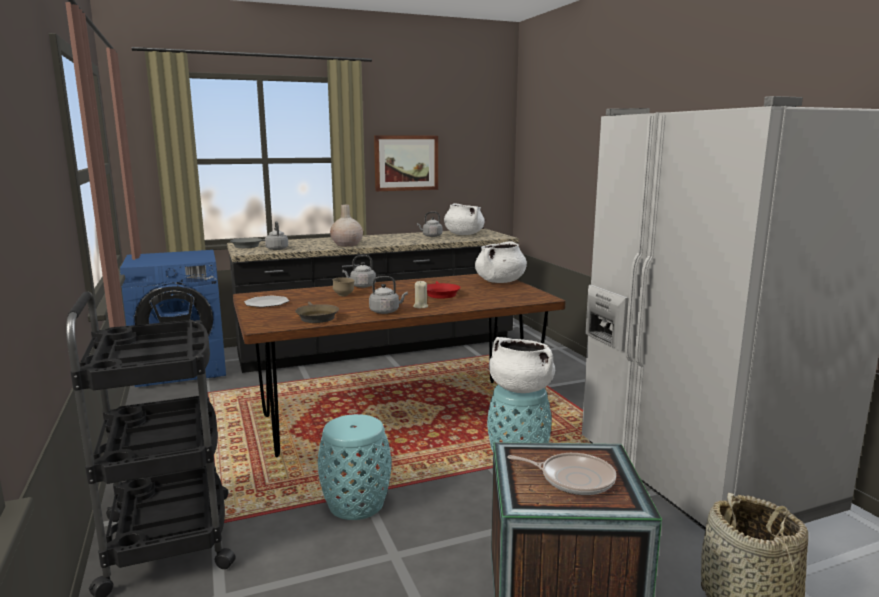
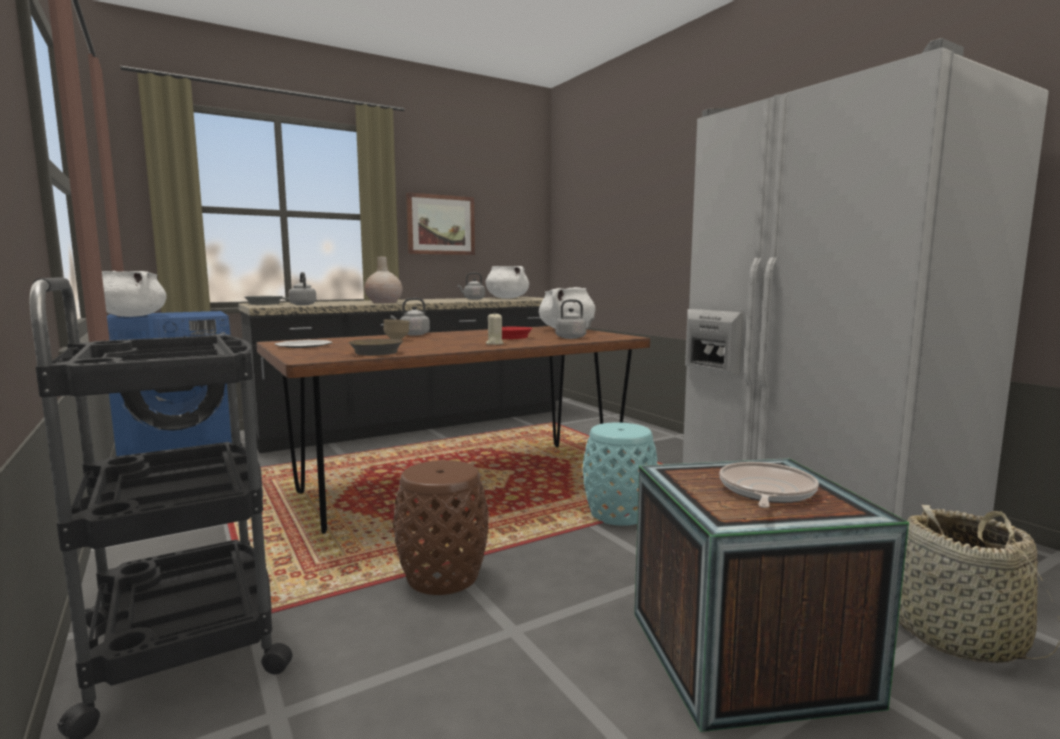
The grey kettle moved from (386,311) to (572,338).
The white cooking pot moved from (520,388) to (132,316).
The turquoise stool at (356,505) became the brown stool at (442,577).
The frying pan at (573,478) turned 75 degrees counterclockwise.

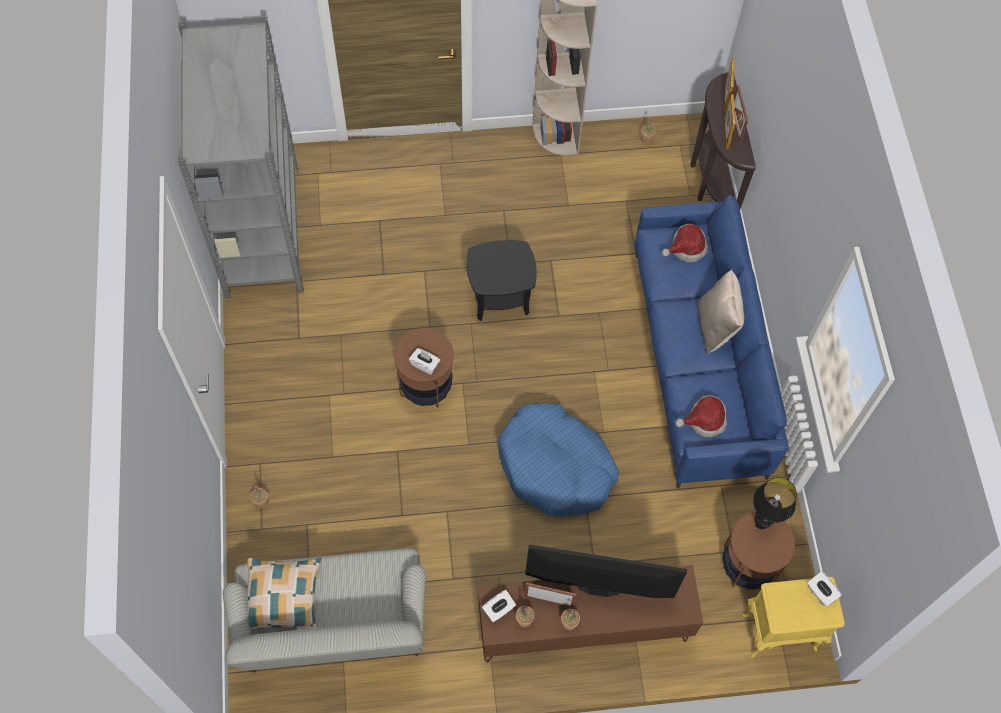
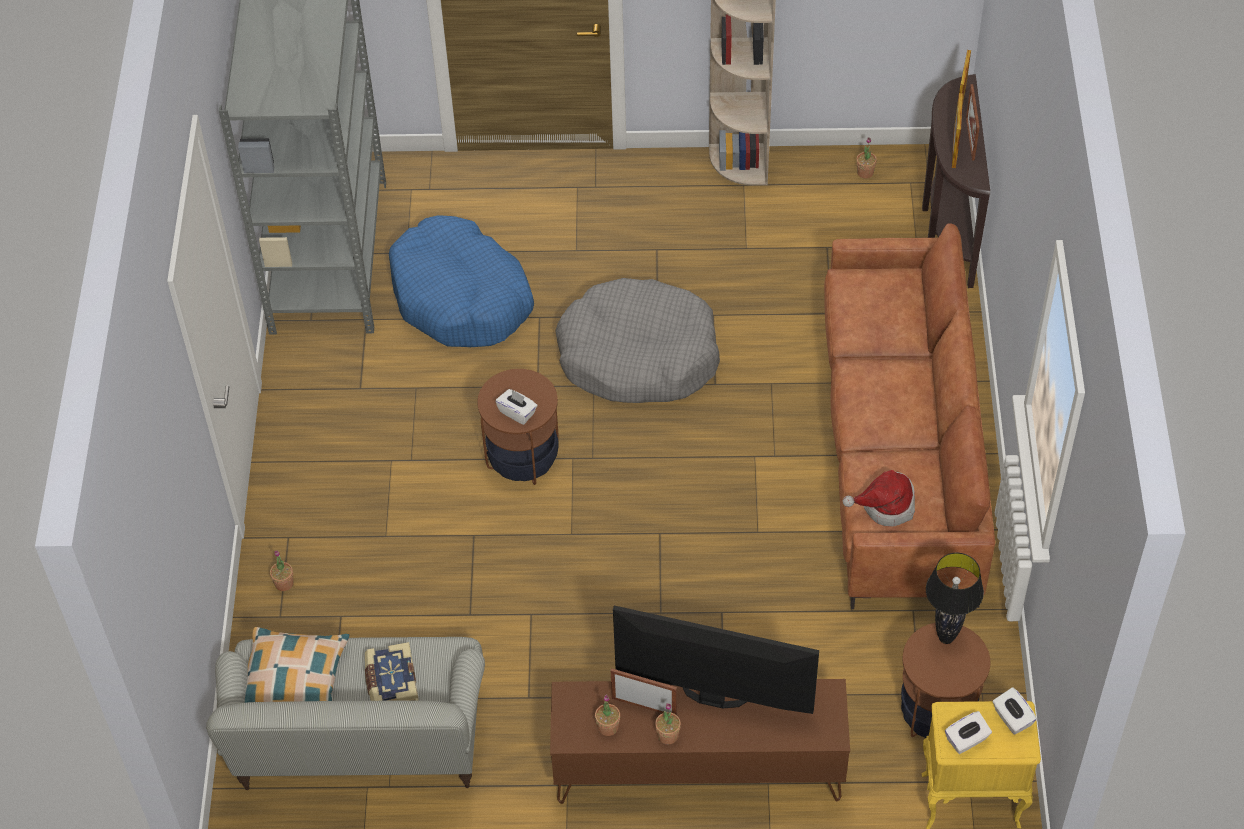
The blue sofa at (696,362) became the brown sofa at (898,454).
The hat at (686,248) disappeared.
The black side table at (500,297) was replaced by the grey dog bed at (638,355).
The beige pillow at (716,326) disappeared.
The blue dog bed moved from (555,467) to (461,297).
The white tissue box moved from (499,609) to (966,740).
The book at (391,684) appeared.

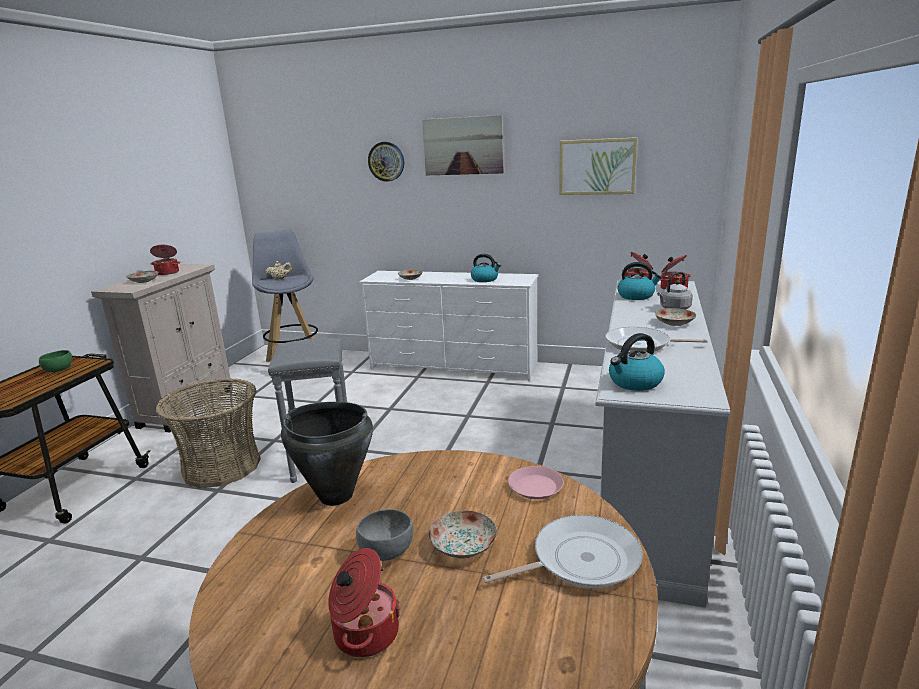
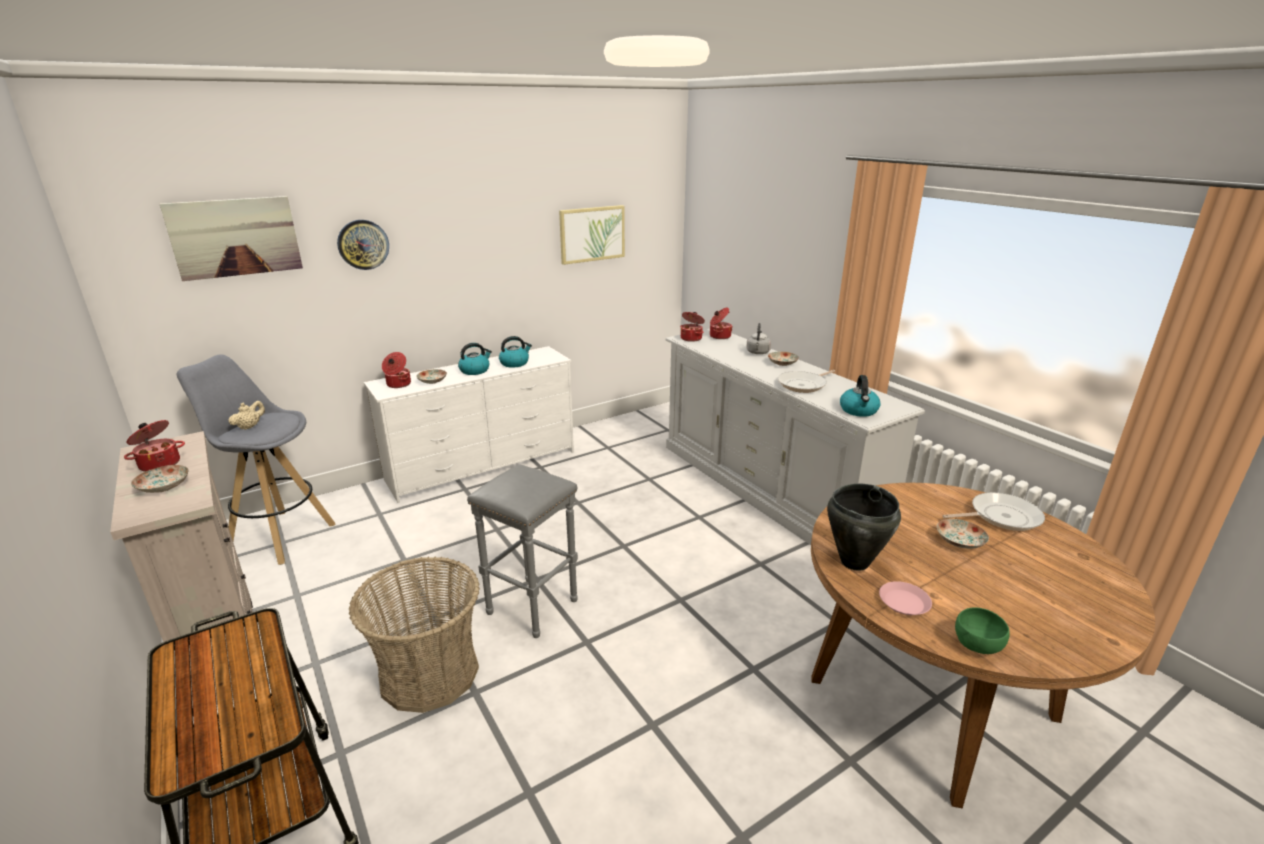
The picture moved from (463,146) to (235,237).
The kettle moved from (636,296) to (475,370).
The green bowl moved from (58,370) to (977,645).
The pink plate moved from (535,487) to (903,602).
The grey bowl at (386,552) disappeared.
The frying pan at (579,560) turned 60 degrees clockwise.
The cooking pot moved from (364,633) to (398,384).

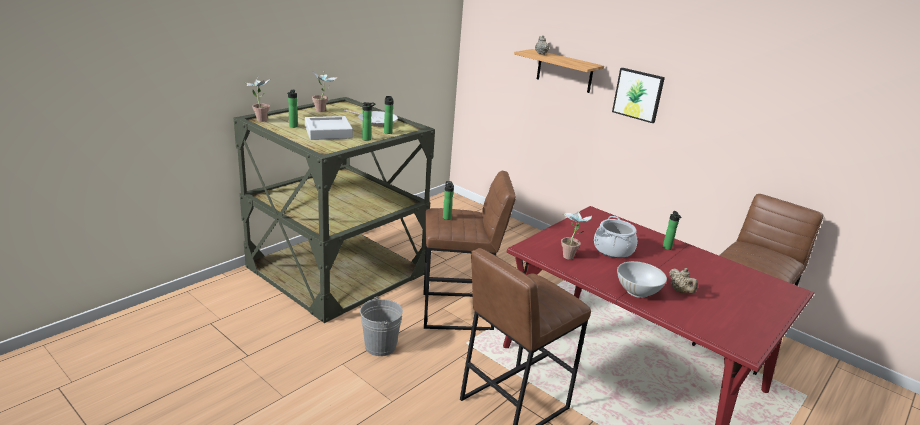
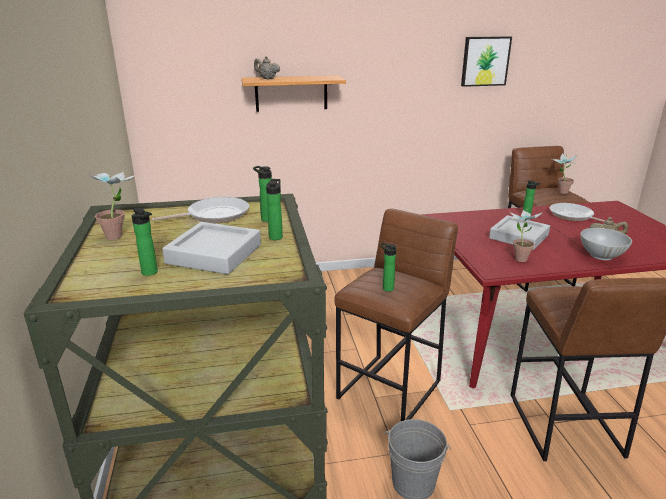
The picture moved from (638,94) to (485,61).
The potted plant moved from (260,119) to (560,192).
The cooking pot at (613,250) was replaced by the grey tray at (518,236).
The frying pan at (573,216) appeared.

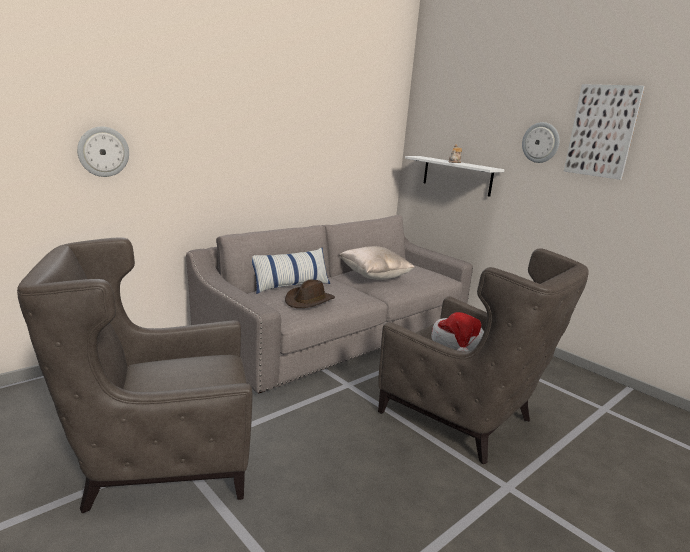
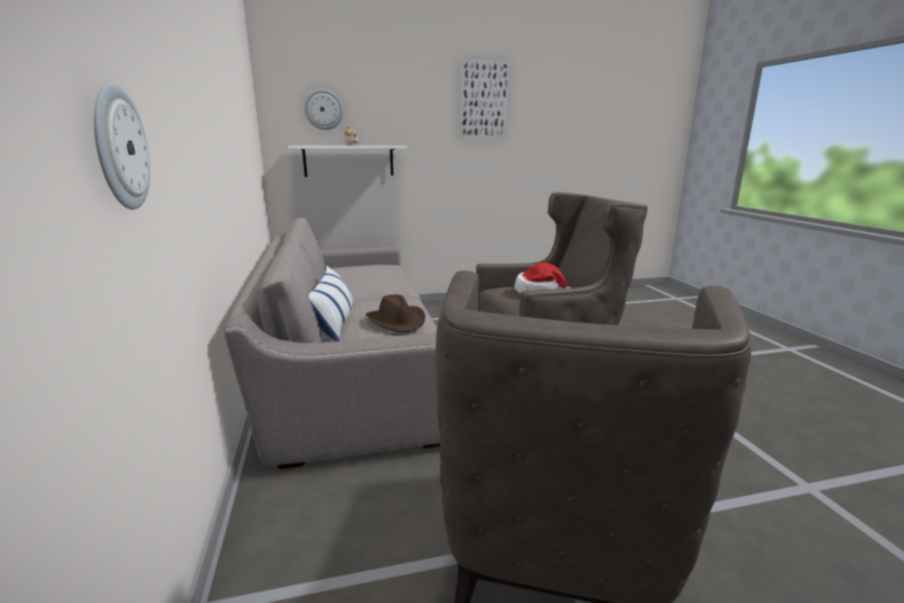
The wall clock moved from (541,142) to (324,109).
The beige pillow at (374,277) disappeared.

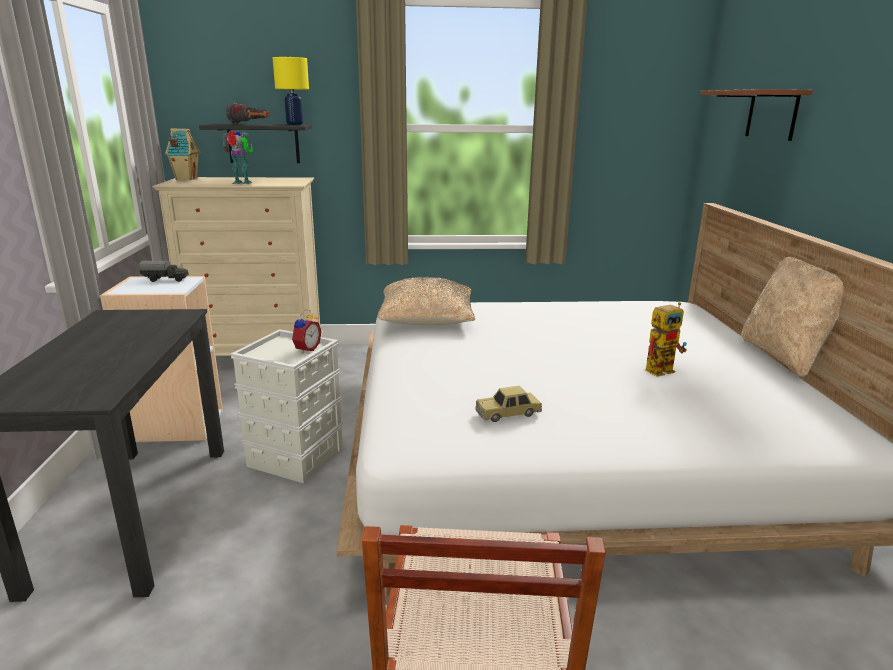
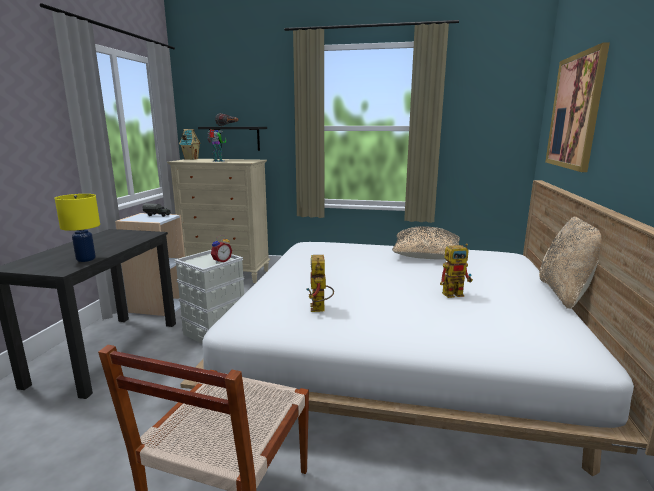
The yellow table lamp moved from (293,124) to (85,259).
The brown shelf at (772,114) was replaced by the picture at (575,111).
The beige pillow moved from (426,317) to (426,254).
The toy car at (508,413) was replaced by the toy robot at (320,309).

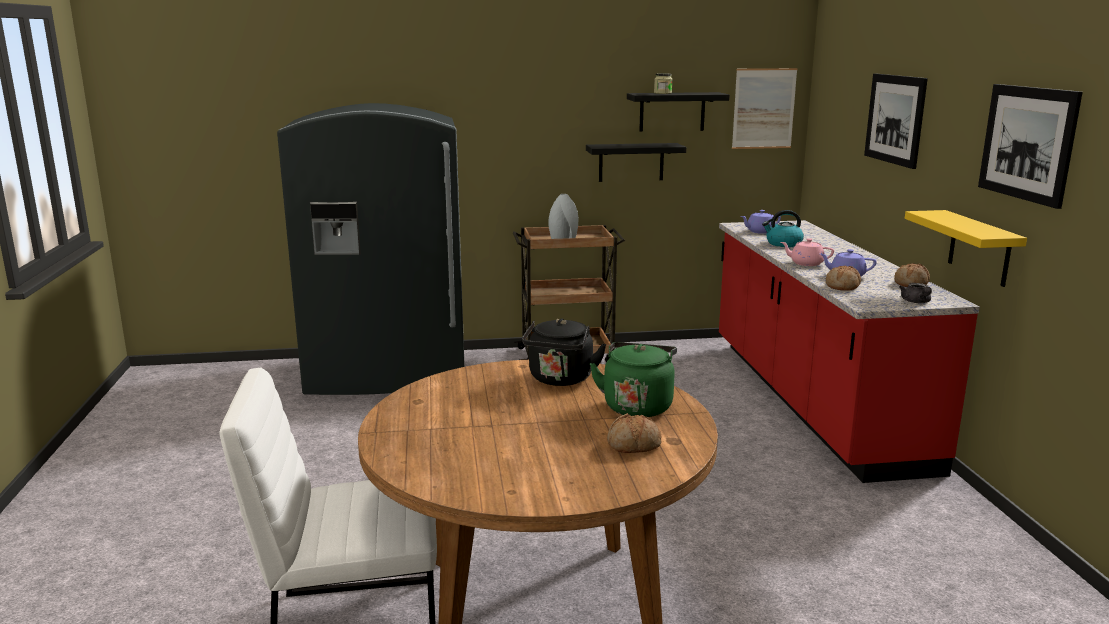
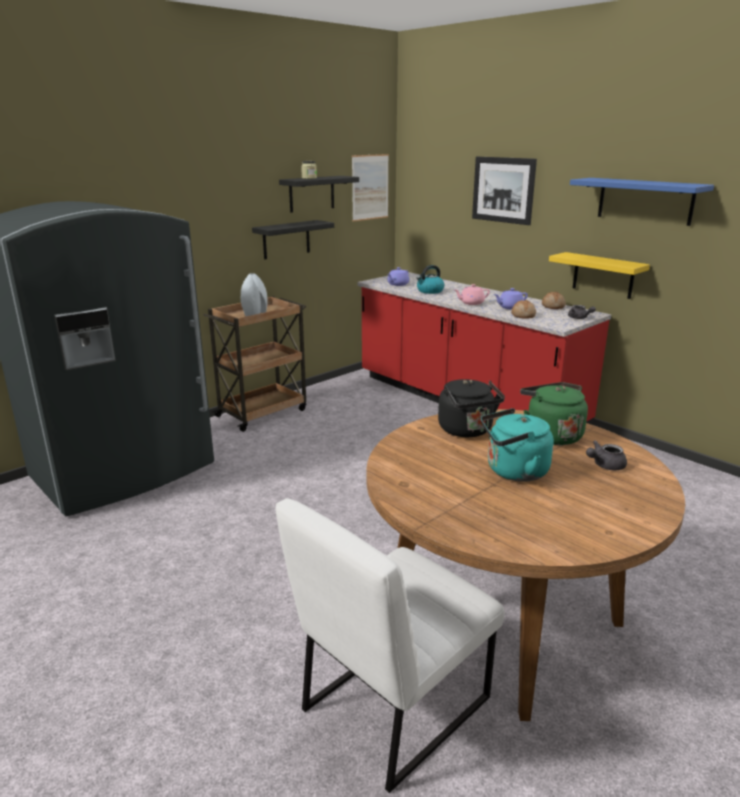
The picture at (1027,143) was replaced by the blue shelf at (645,201).
The bread at (633,445) was replaced by the grey teapot at (604,465).
The turquoise kettle at (513,471) appeared.

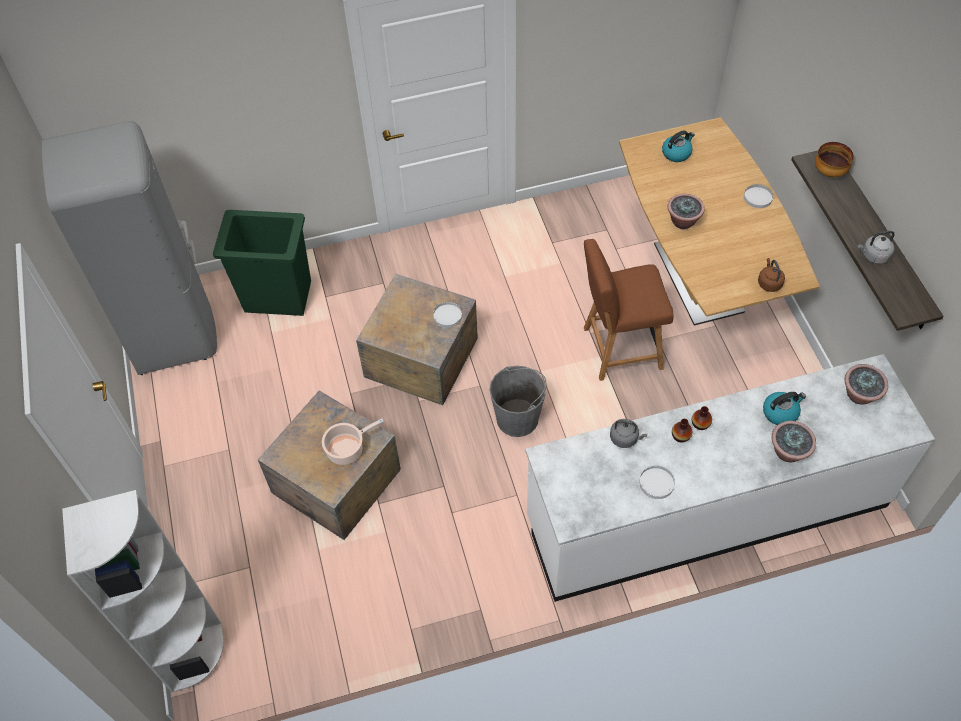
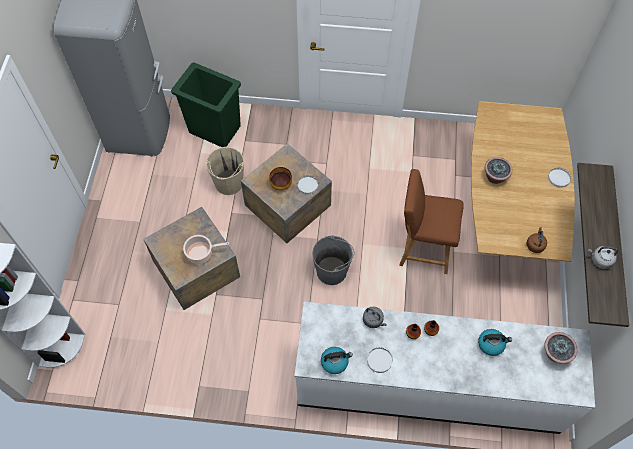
The kettle moved from (676,153) to (335,362).
The bowl moved from (829,172) to (280,185).
The potted plant at (788,452) disappeared.
The beige bucket at (228,183) appeared.

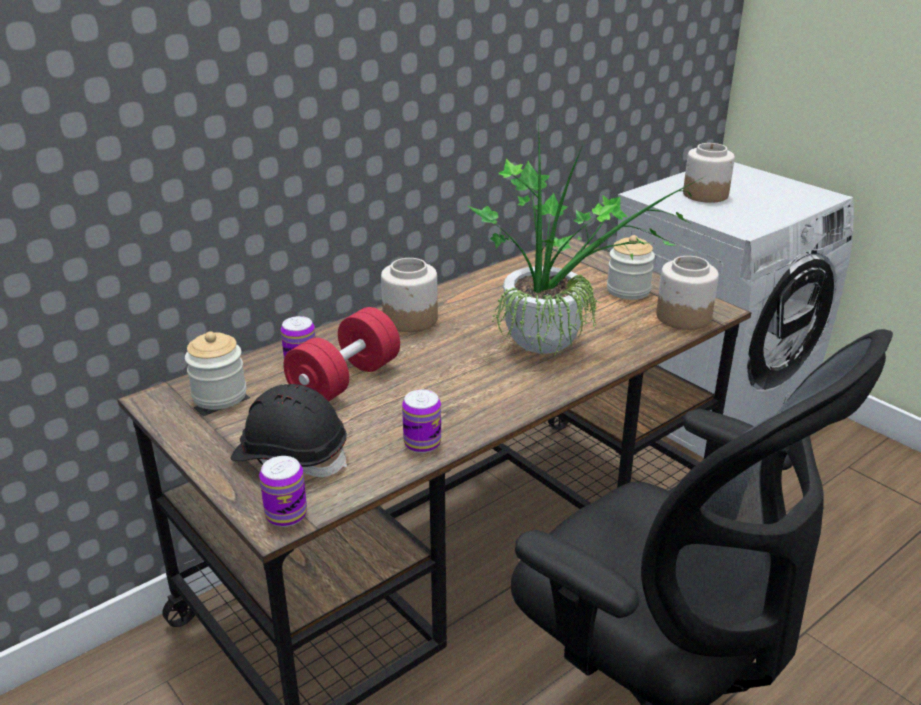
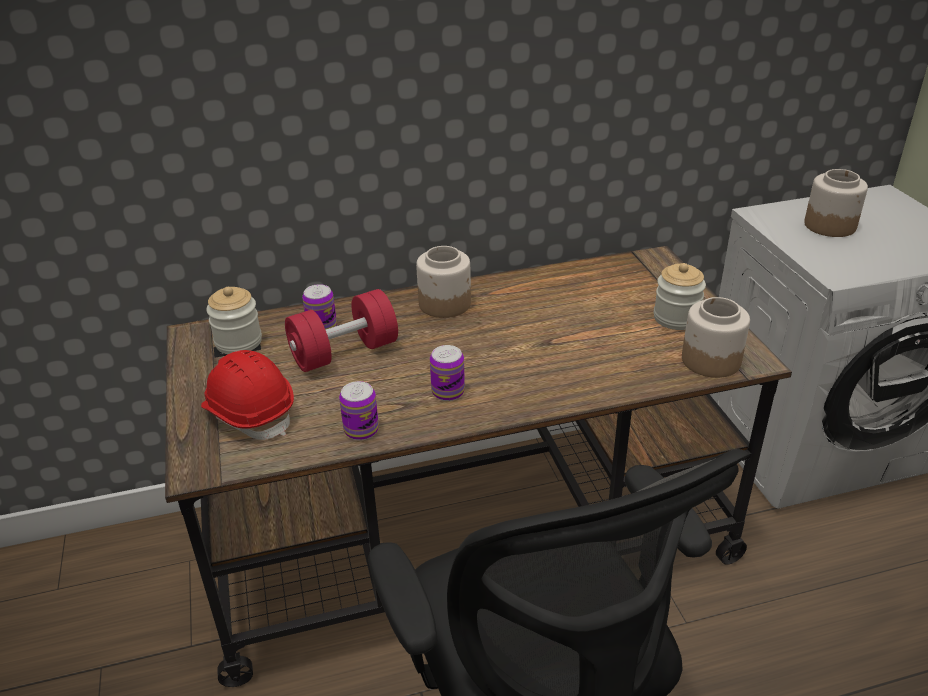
The potted plant at (557,343) disappeared.
The black hard hat at (291,456) became the red hard hat at (250,413).
The can moved from (286,514) to (448,392).

